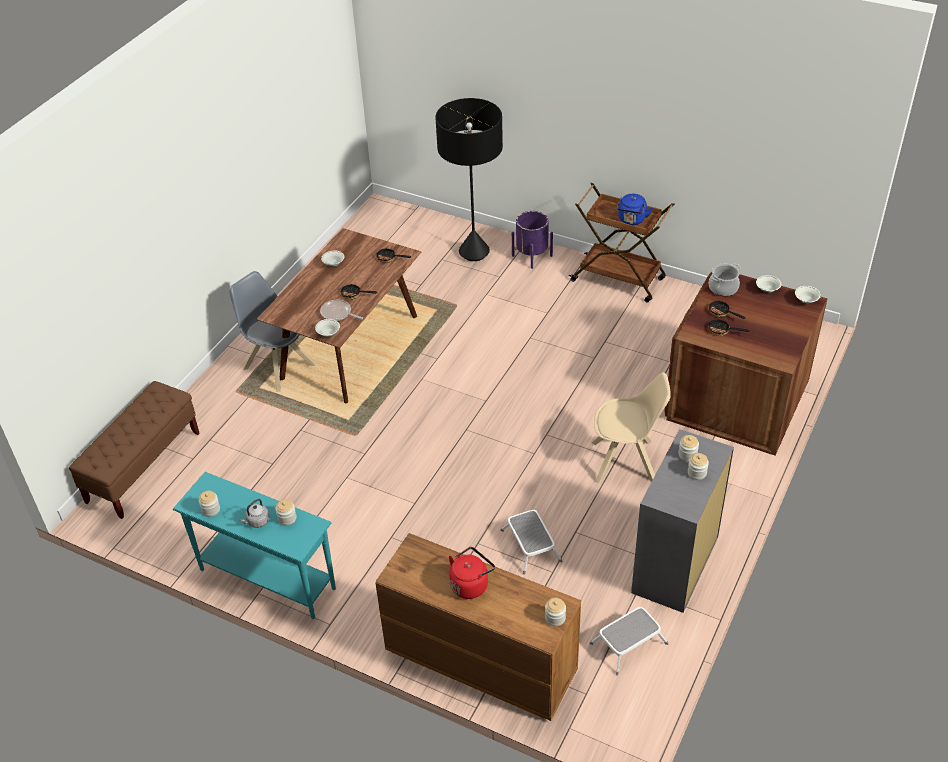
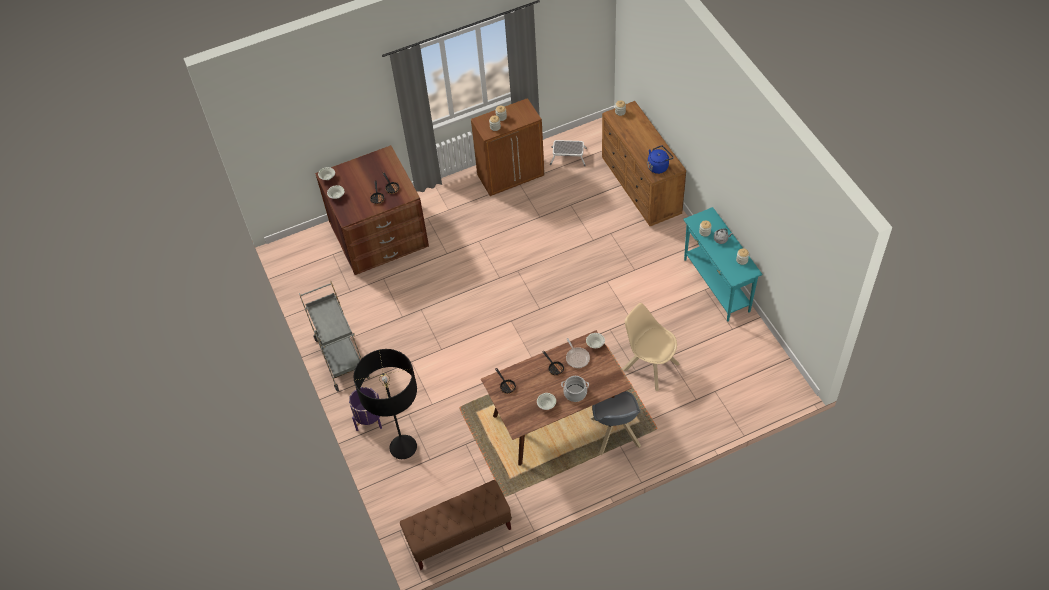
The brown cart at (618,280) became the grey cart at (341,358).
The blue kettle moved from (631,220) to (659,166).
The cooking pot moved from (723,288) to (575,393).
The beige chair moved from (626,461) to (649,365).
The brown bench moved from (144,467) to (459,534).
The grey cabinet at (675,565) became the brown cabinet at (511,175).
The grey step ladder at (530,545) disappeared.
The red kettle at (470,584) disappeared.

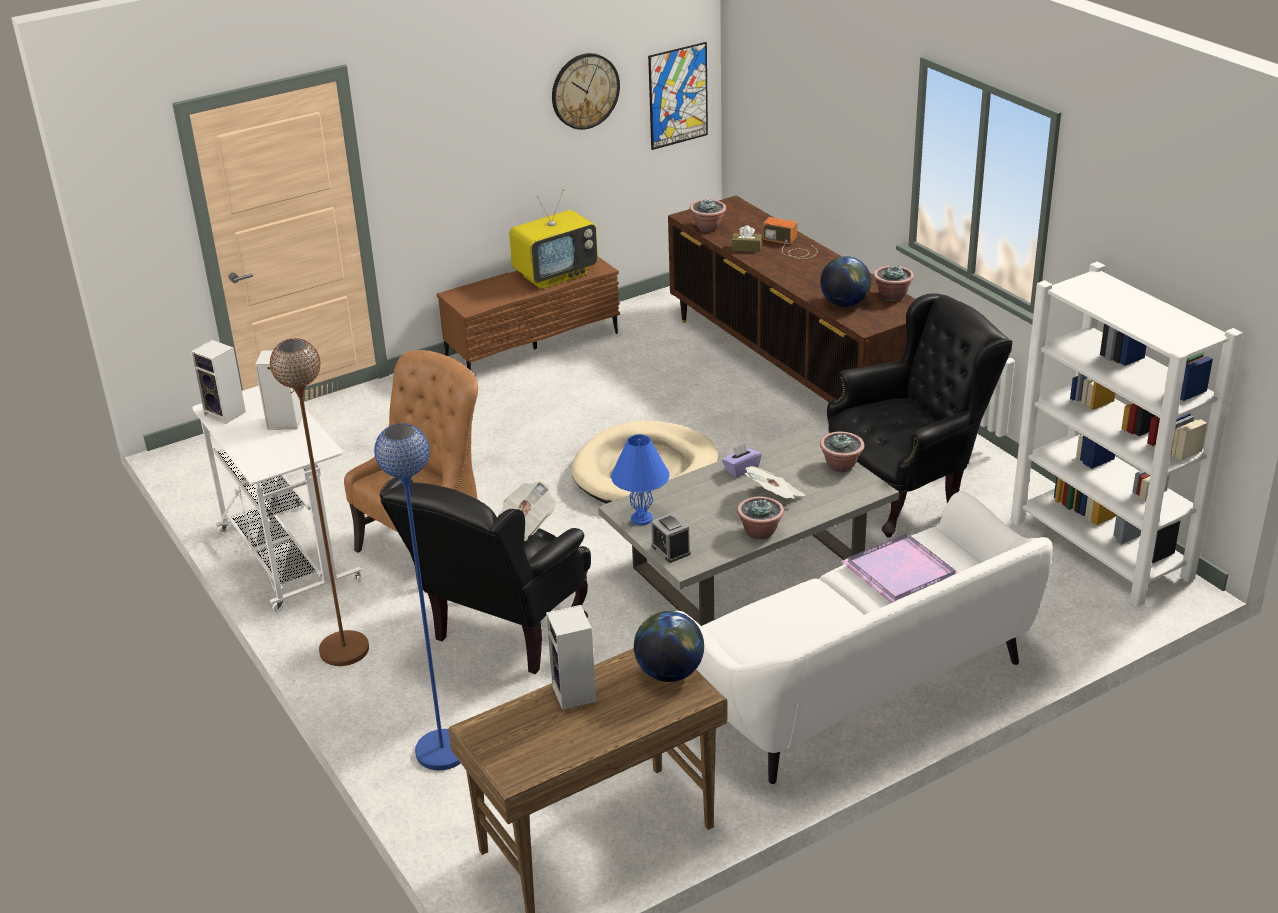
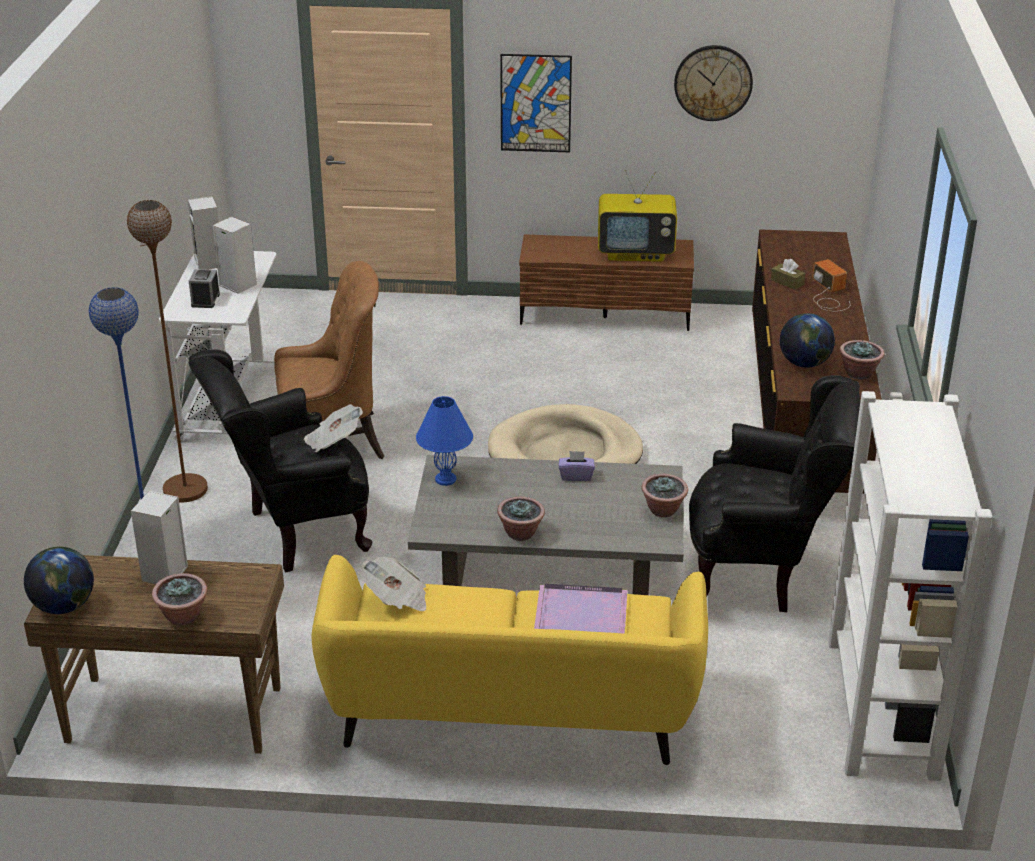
The picture moved from (678,96) to (535,103).
The potted plant moved from (708,227) to (183,616).
The newspaper moved from (774,496) to (397,599).
The white sofa at (863,688) became the yellow sofa at (510,713).
The alarm clock moved from (670,550) to (205,300).
The globe moved from (669,672) to (64,606).

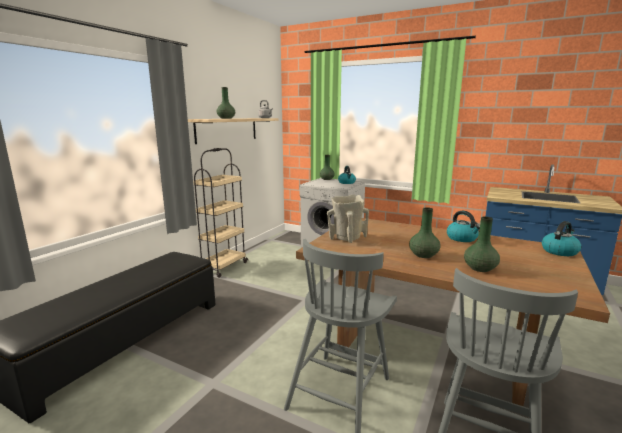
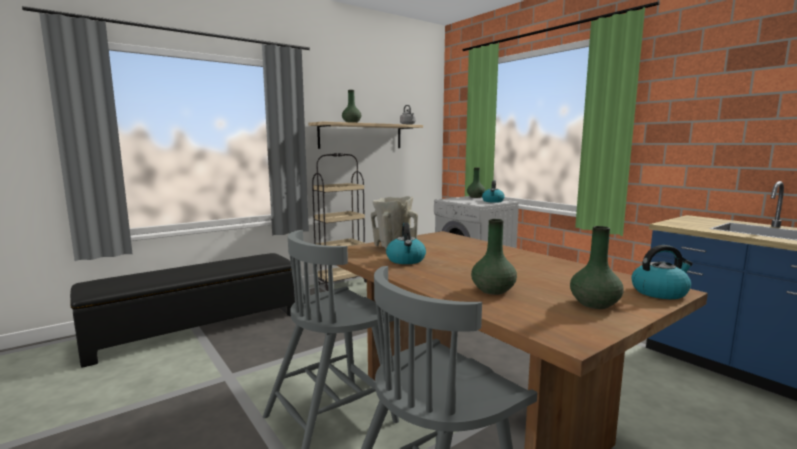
The green vase moved from (424,255) to (595,304).
The kettle moved from (462,238) to (406,260).

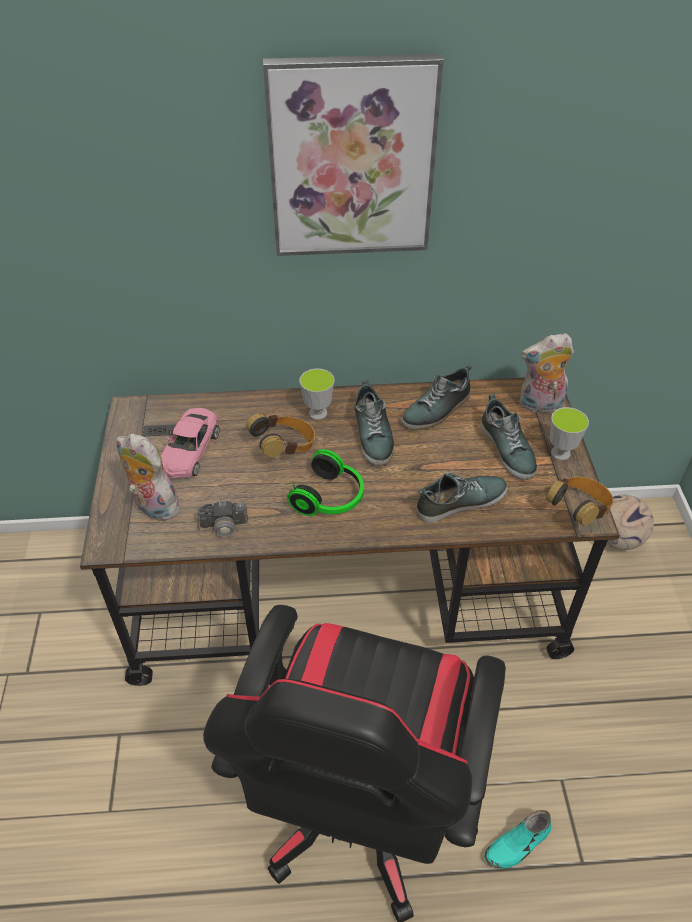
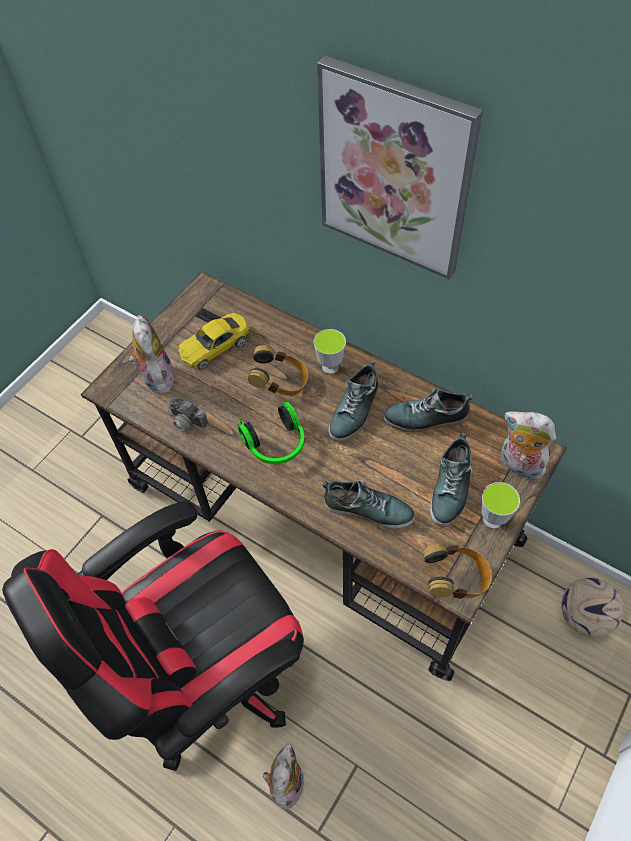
The pink toy car at (190,450) became the yellow toy car at (215,346).
The turquoise shoe at (518,844) was replaced by the plush toy at (285,783).

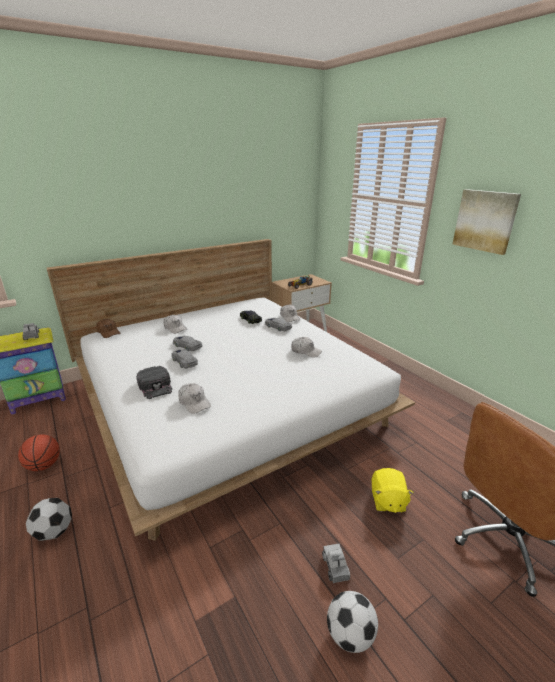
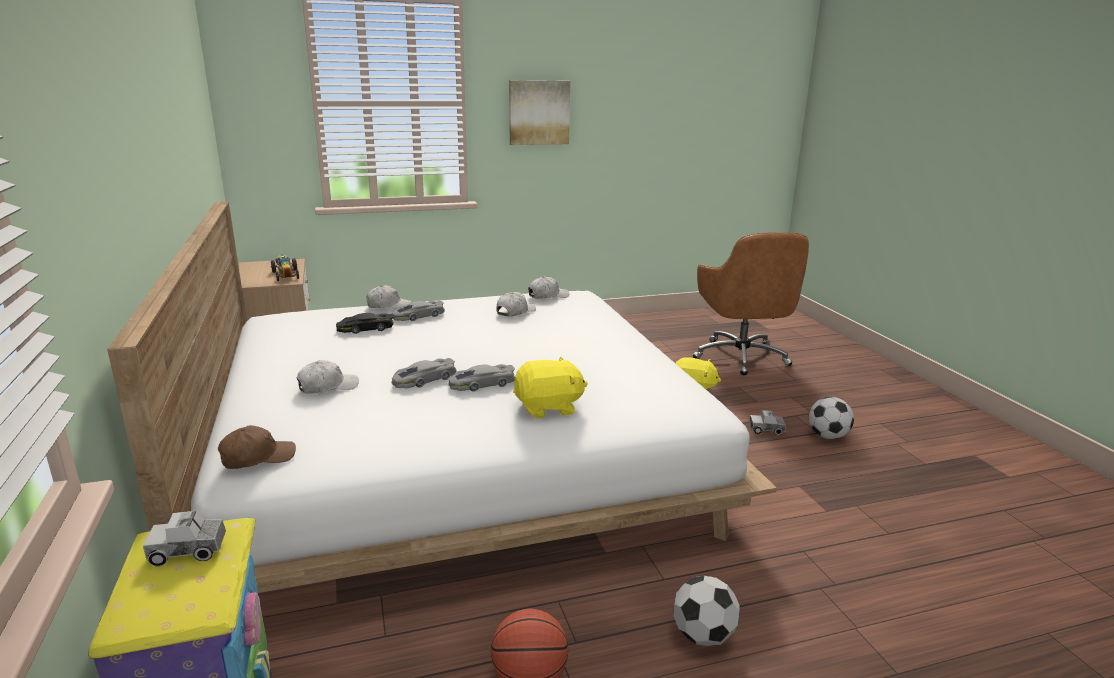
The black cap at (155,386) was replaced by the yellow plush toy at (548,408).
The white cap moved from (194,402) to (548,296).

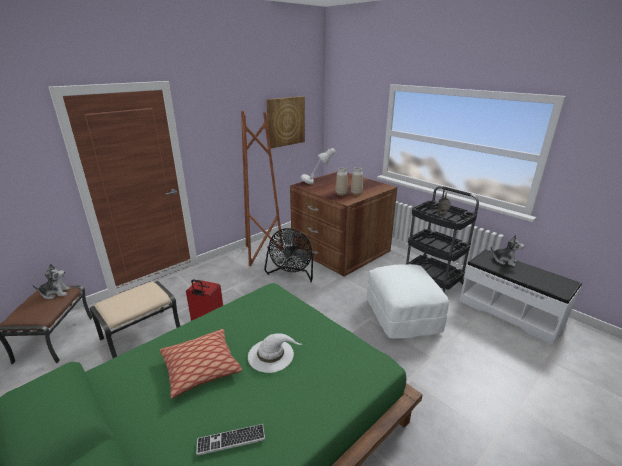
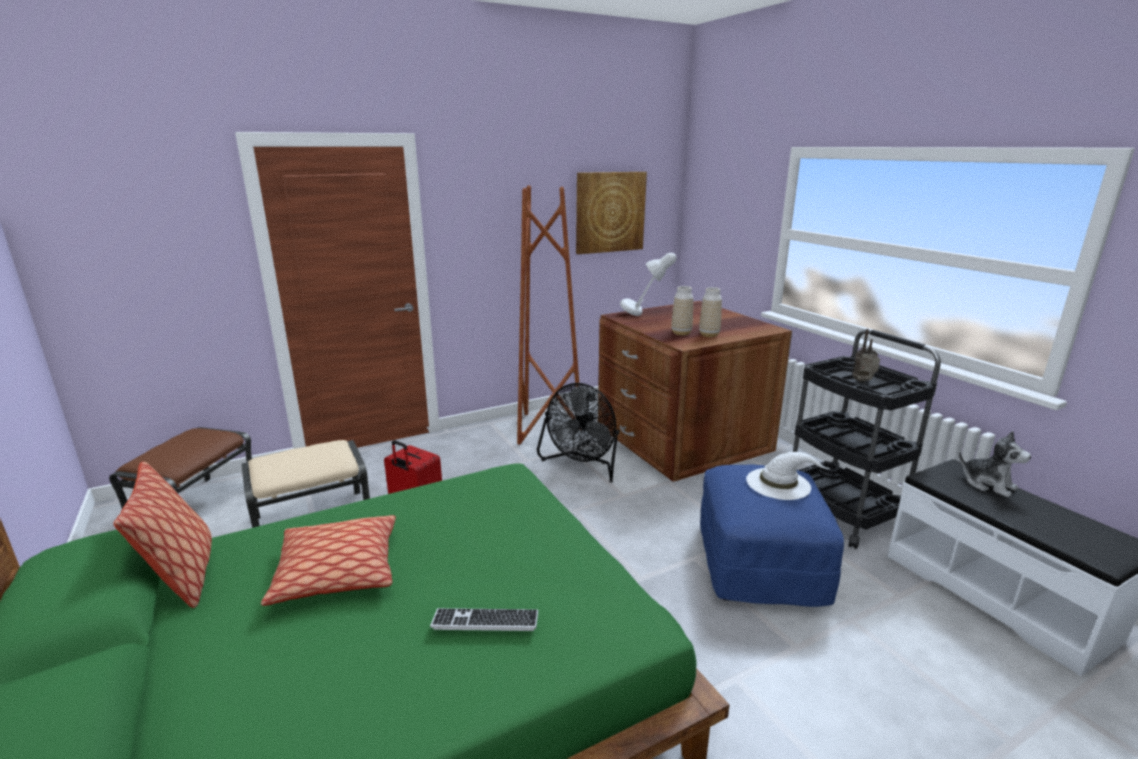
The plush toy at (55,293) disappeared.
The white ottoman at (403,316) became the blue ottoman at (761,564).
The white hat moved from (271,355) to (779,483).
The keyboard moved from (231,440) to (485,621).
The pillow at (183,577) appeared.

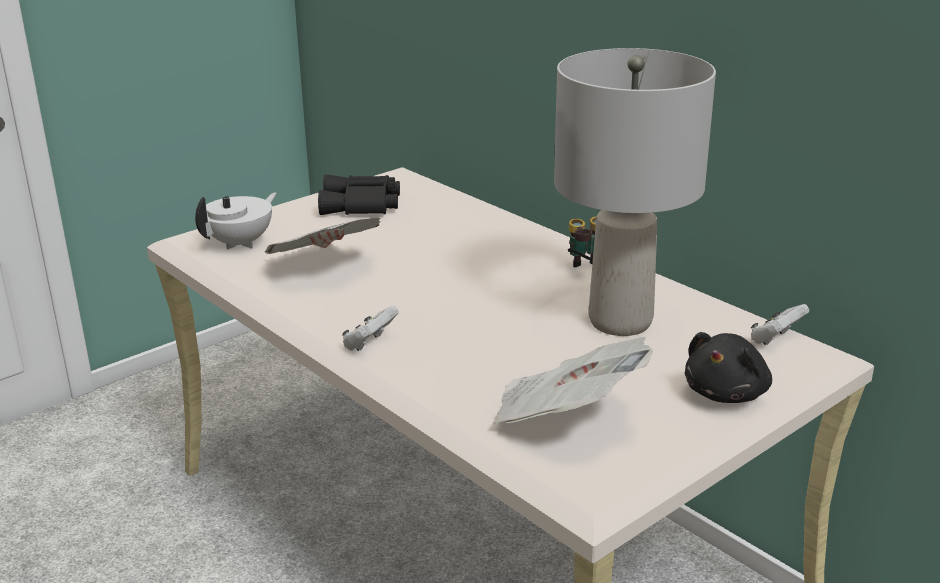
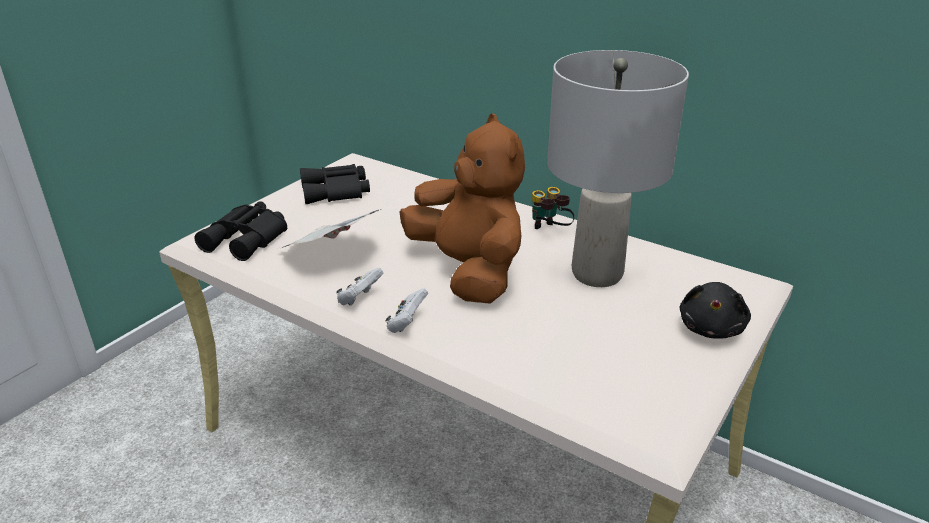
The white teapot at (241,243) was replaced by the black binoculars at (248,239).
The white game controller moved from (775,340) to (359,299).
The newspaper at (566,417) disappeared.
The brown plush toy at (469,271) appeared.

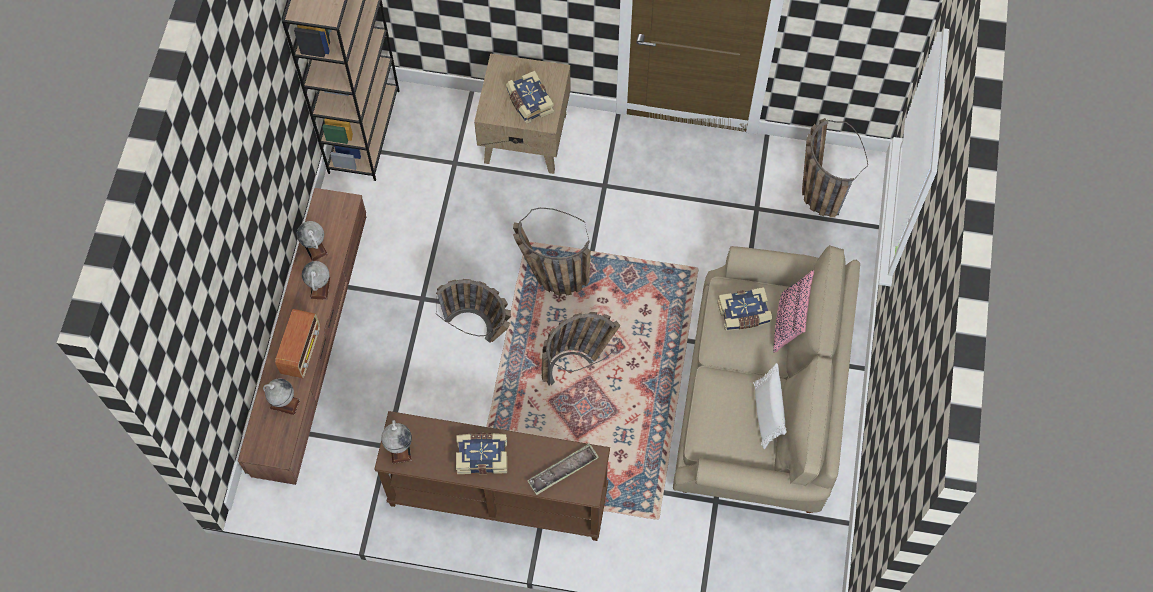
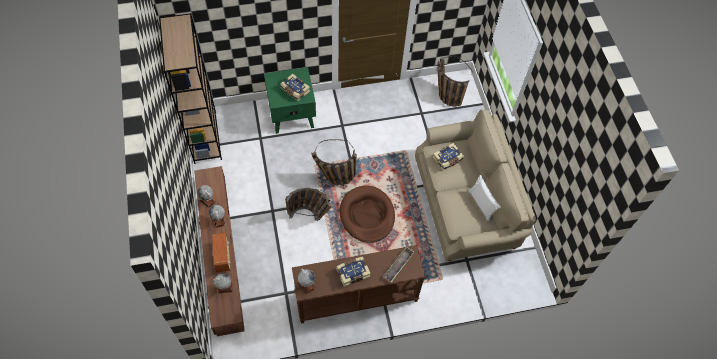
The beige nightstand at (526,138) became the green nightstand at (292,115).
The pink pillow at (788,324) disappeared.
The basket at (577,362) was replaced by the brown dog bed at (367,215).

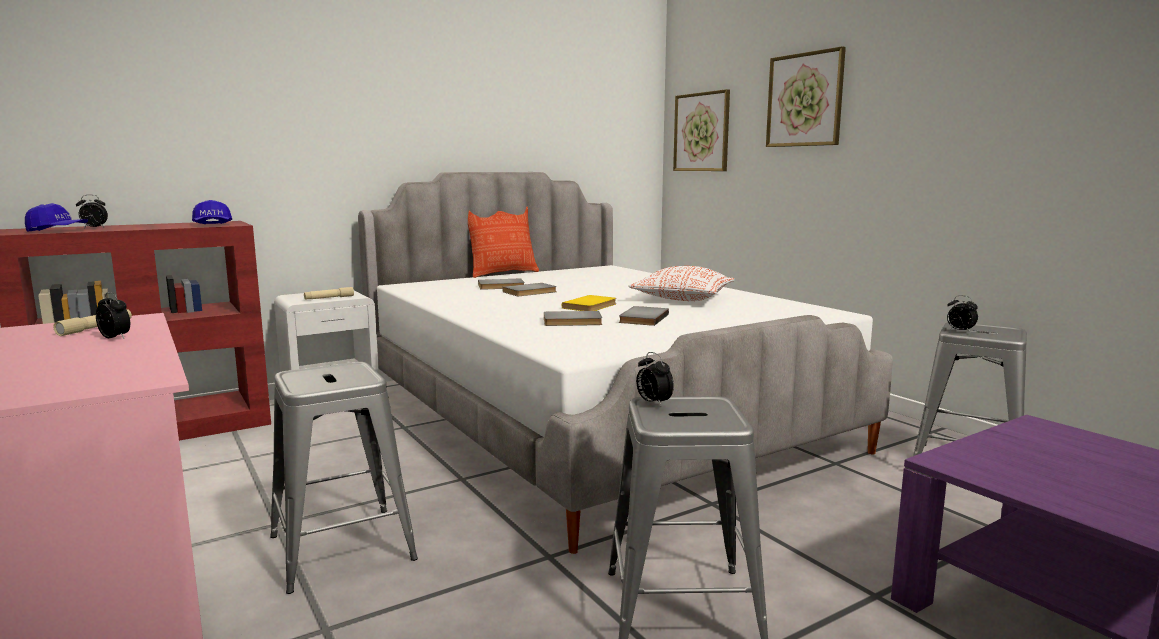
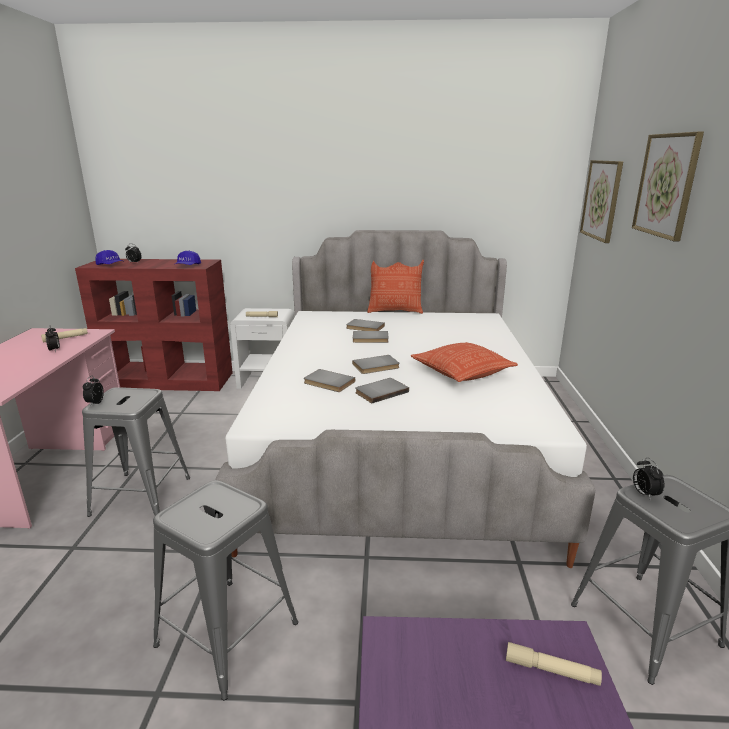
The white pillow at (683,298) became the orange pillow at (462,373).
The yellow book at (591,306) became the grey book at (376,366).
The alarm clock moved from (653,403) to (95,403).
The beige flashlight at (551,670) appeared.

